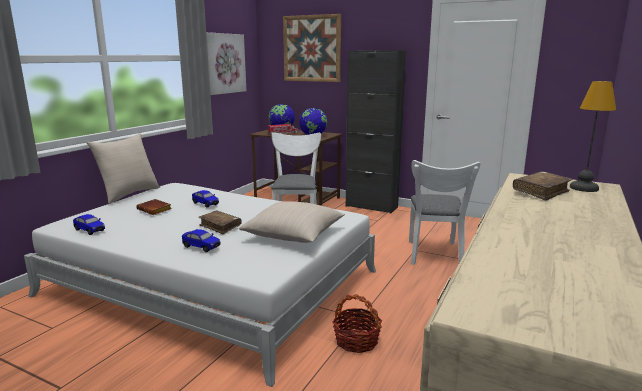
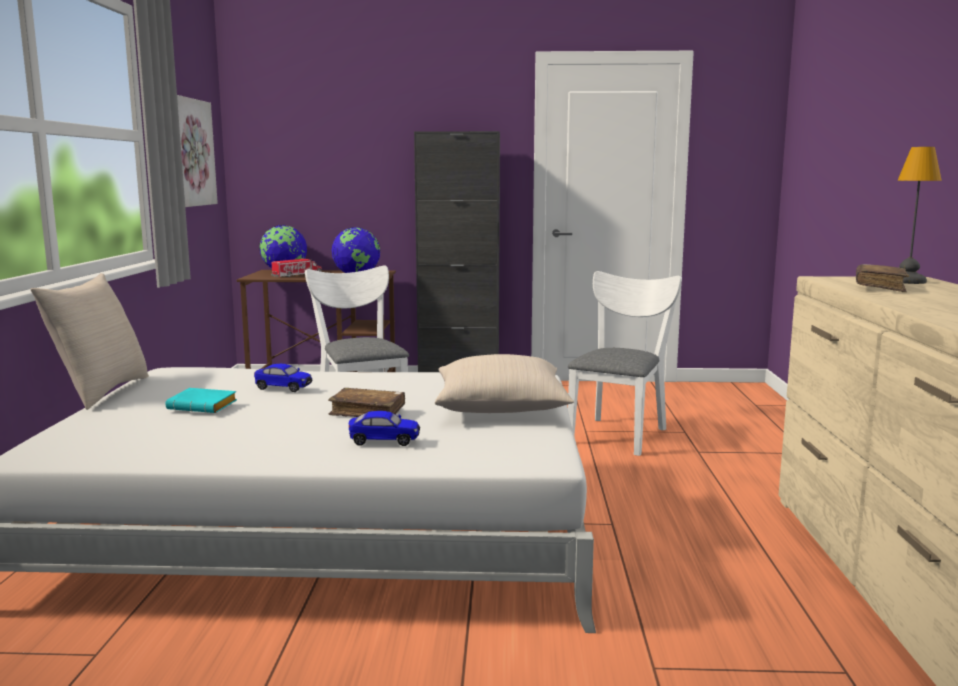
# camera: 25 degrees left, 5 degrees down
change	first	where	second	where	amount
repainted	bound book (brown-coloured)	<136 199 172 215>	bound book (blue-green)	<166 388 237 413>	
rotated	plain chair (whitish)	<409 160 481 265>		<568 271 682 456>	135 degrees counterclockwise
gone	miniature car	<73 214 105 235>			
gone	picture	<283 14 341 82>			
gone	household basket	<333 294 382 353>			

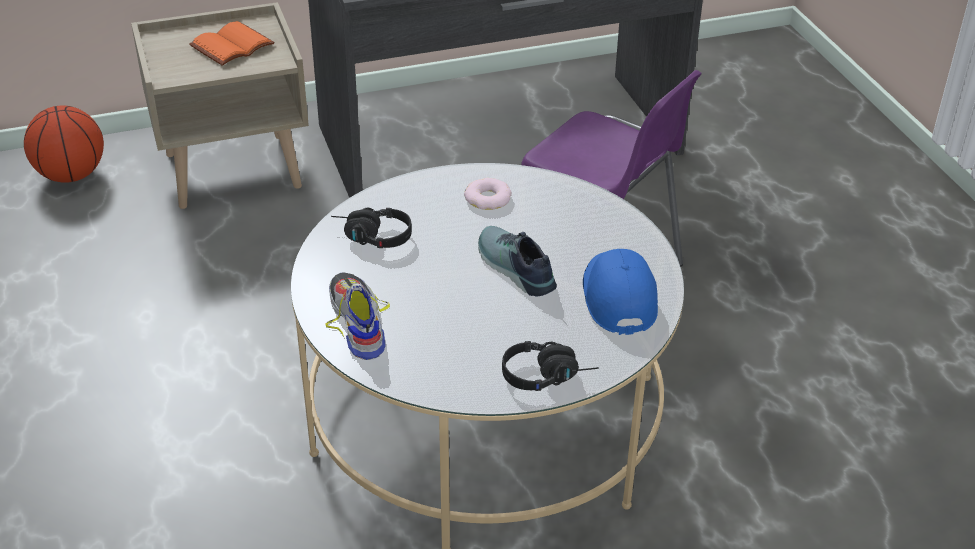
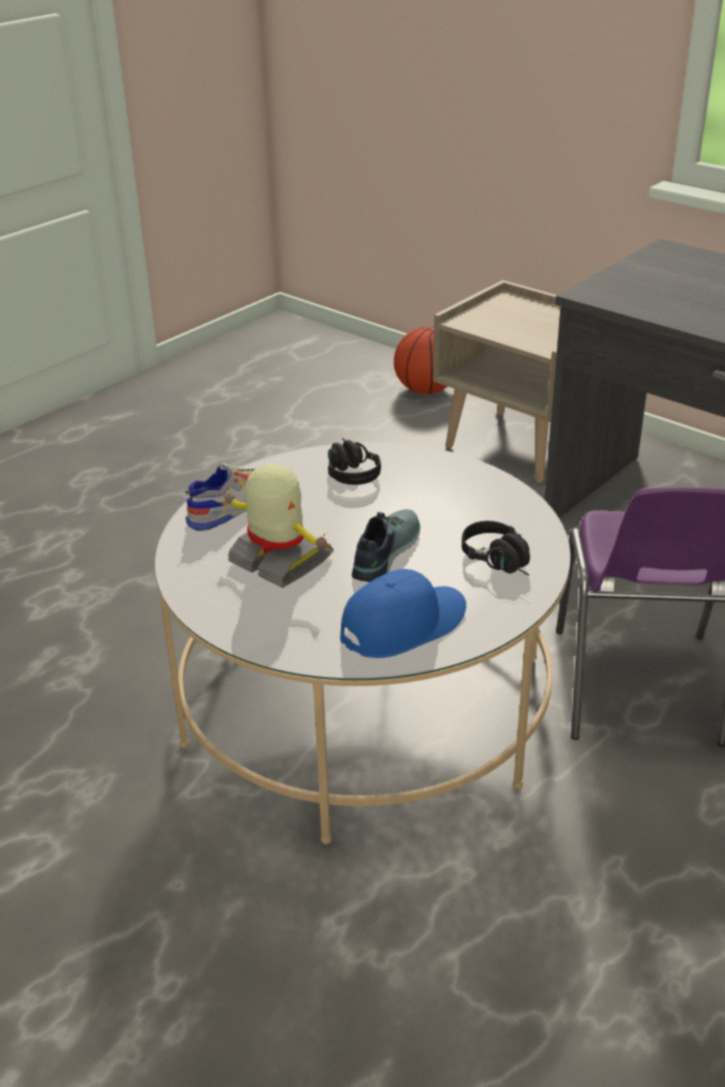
# camera: 60 degrees right, 5 degrees down
change	first	where	second	where	amount
new			robot figure	<220 463 334 588>	
shifted	headset (blackish)	<502 341 599 391>		<462 521 530 576>	
gone	bound book (orangey)	<190 21 275 66>			
gone	doughnut	<464 178 512 210>			

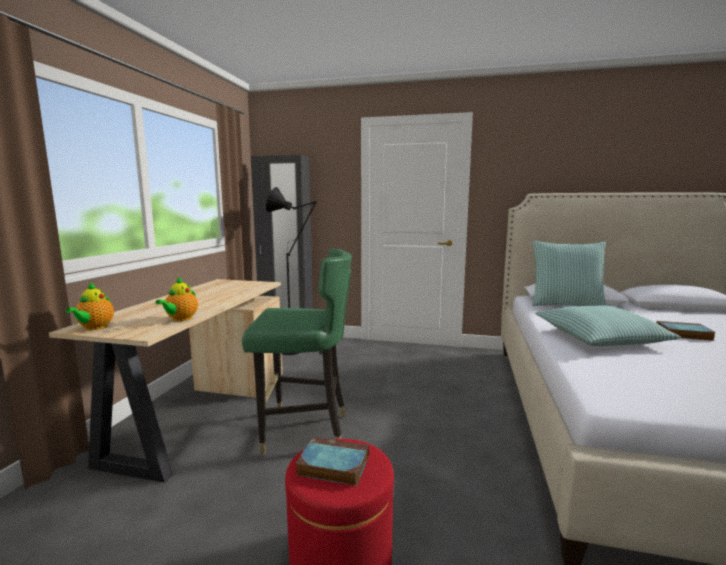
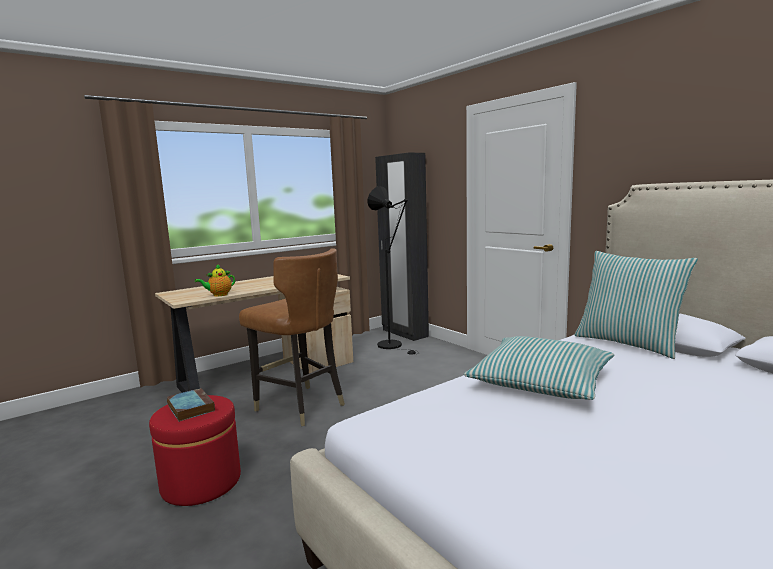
# camera: 40 degrees right, 0 degrees up
change	first	where	second	where	amount
repainted	plain chair (green-coloured)	<242 248 352 456>	plain chair (brown-coloured)	<239 248 345 426>	
gone	teapot	<65 282 114 330>			
gone	bound book	<656 321 716 341>			

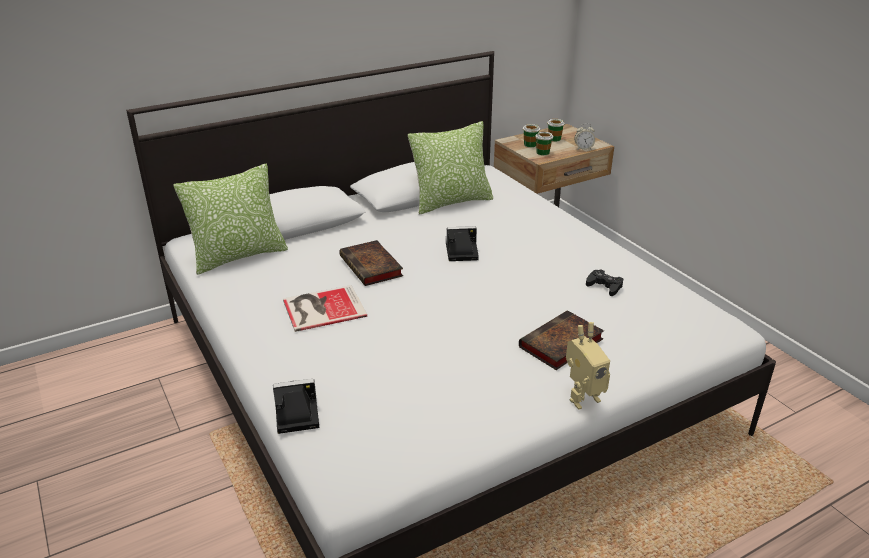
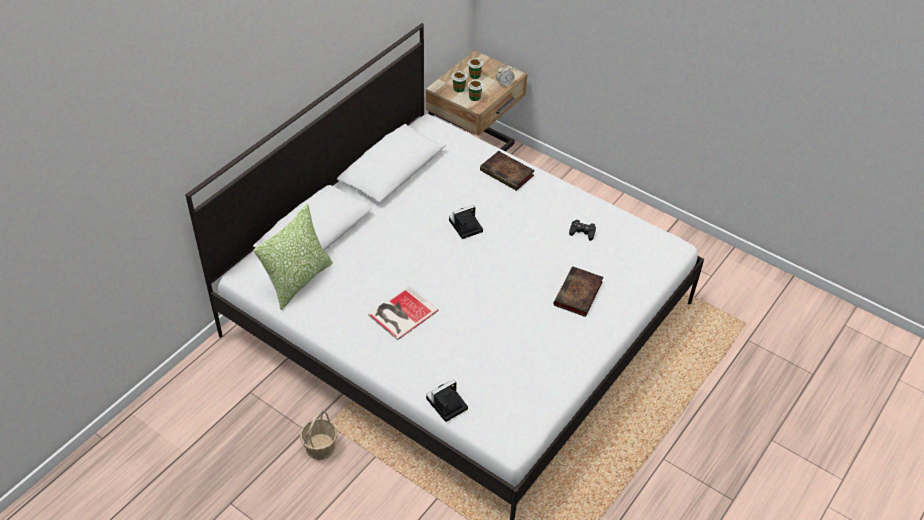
# camera: 25 degrees left, 15 degrees up
change	first	where	second	where	amount
new			household basket	<300 410 337 460>	
shifted	bound book	<339 240 403 286>		<480 151 535 191>	
gone	cushion	<408 121 493 215>			
gone	robot figure	<566 322 610 410>			

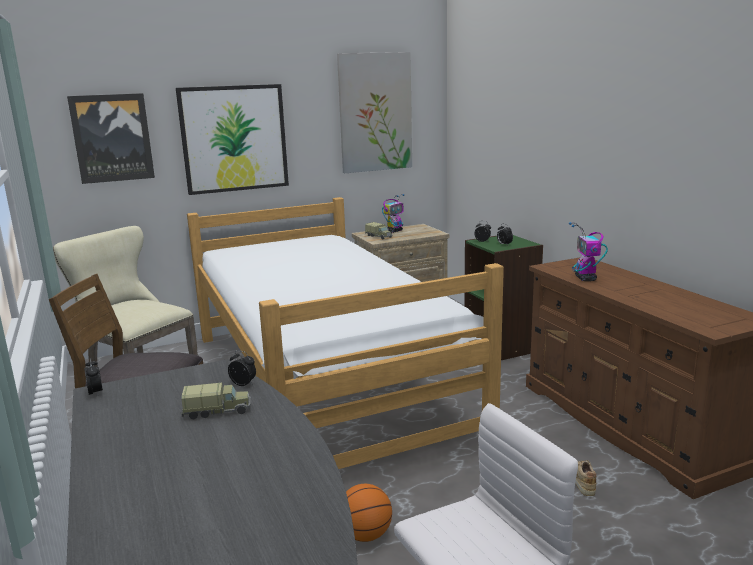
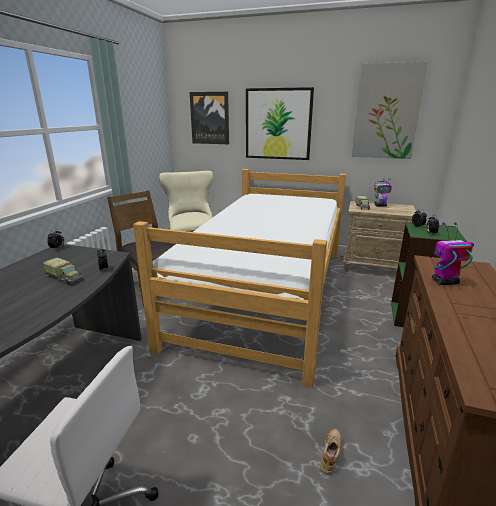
# camera: 40 degrees right, 5 degrees up
change	first	where	second	where	amount
rotated	robot figure	<569 222 608 281>		<432 222 474 285>	45 degrees clockwise
gone	basketball ball	<346 484 392 542>			

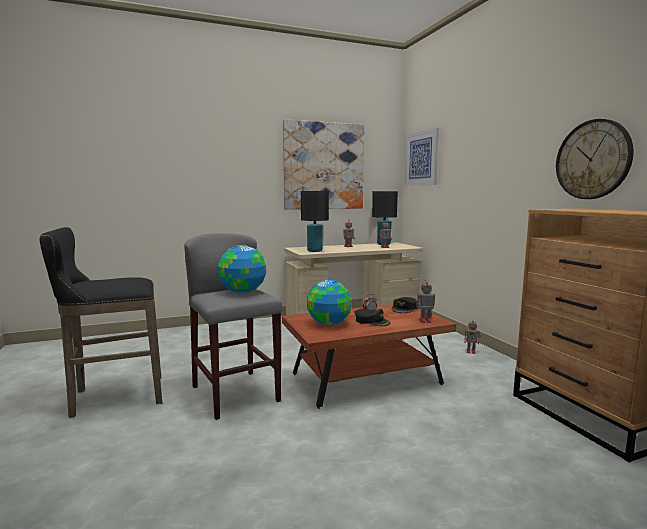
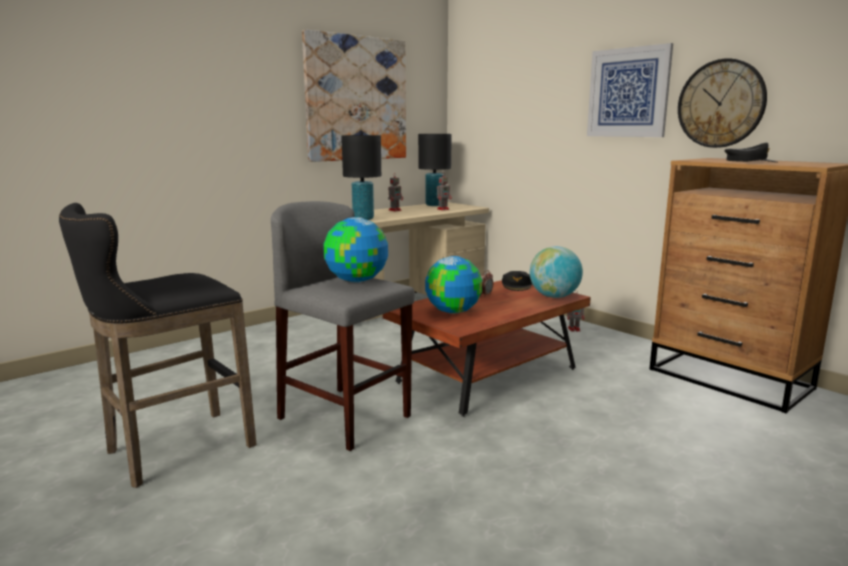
# camera: 20 degrees left, 5 degrees up
change	first	where	second	where	amount
swapped	robot figure	<416 279 435 323>	desk globe	<530 246 583 298>	
shifted	picture	<405 128 439 186>		<587 43 673 137>	
shifted	baseball cap (blackish)	<355 309 390 326>		<724 143 777 162>	

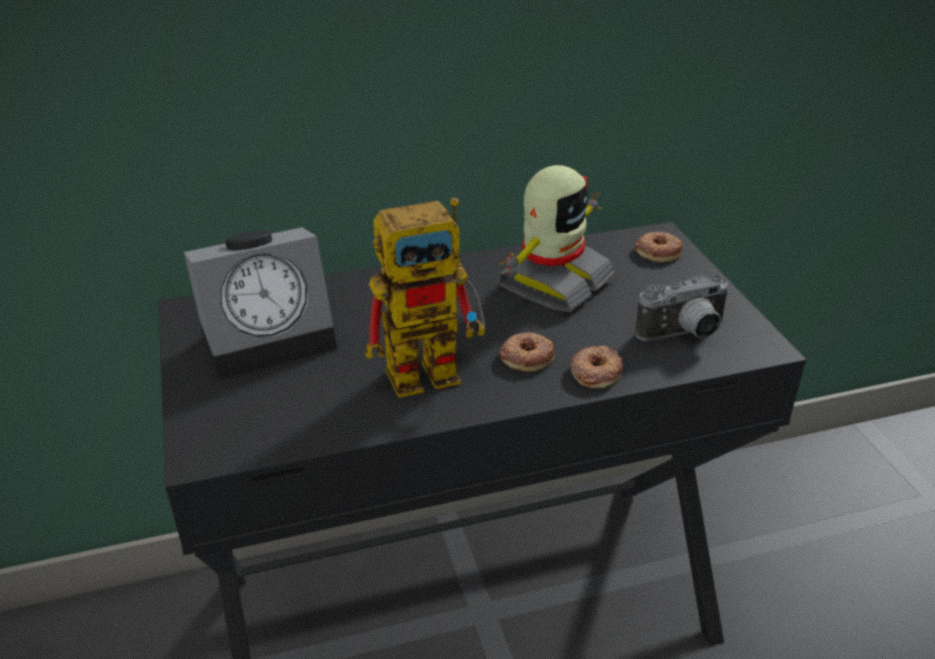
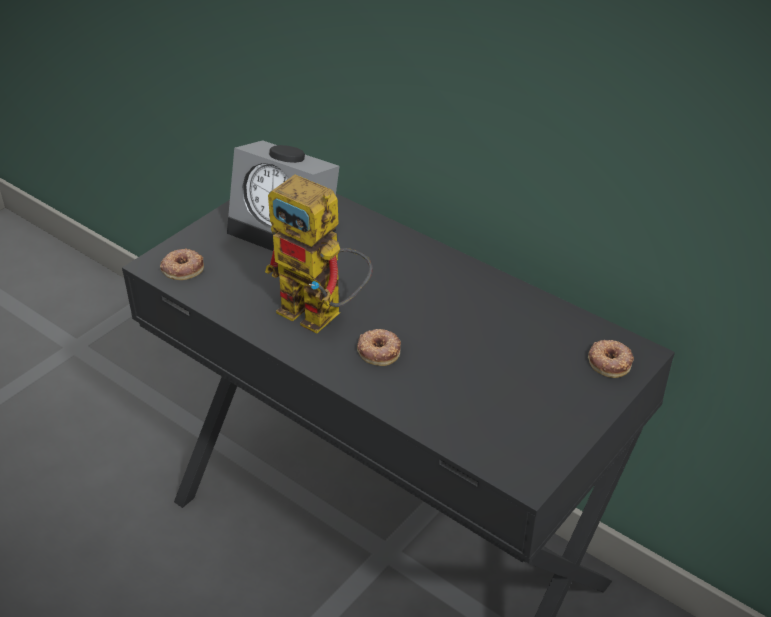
# camera: 55 degrees right, 5 degrees up
change	first	where	second	where	amount
shifted	doughnut	<571 346 623 388>		<160 248 204 280>	
gone	robot figure	<497 165 616 312>			
gone	photo camera	<635 274 730 341>			

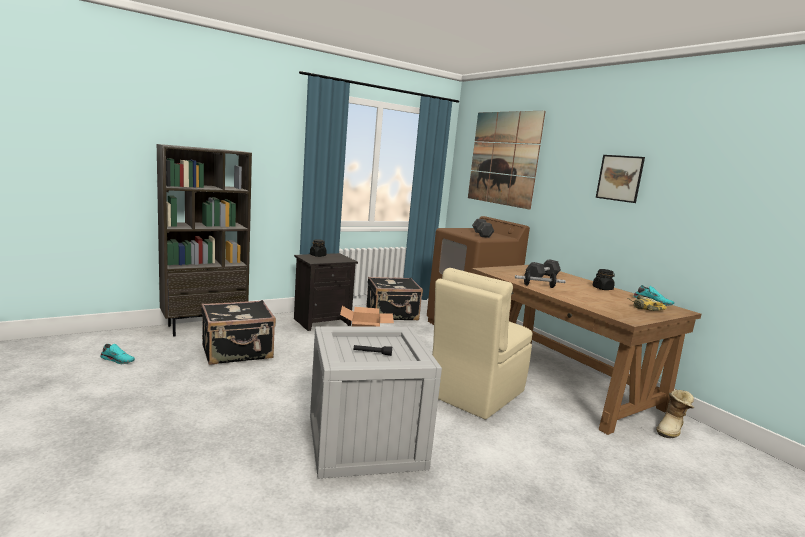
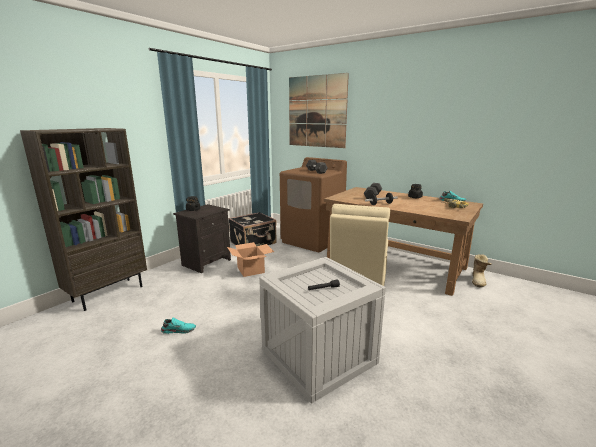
# camera: 20 degrees left, 5 degrees up
change	first	where	second	where	amount
shifted	item of footwear (blue-green)	<100 344 135 364>		<161 318 196 334>	
gone	suitcase (blackish)	<201 300 276 365>			
gone	picture	<596 155 645 203>			

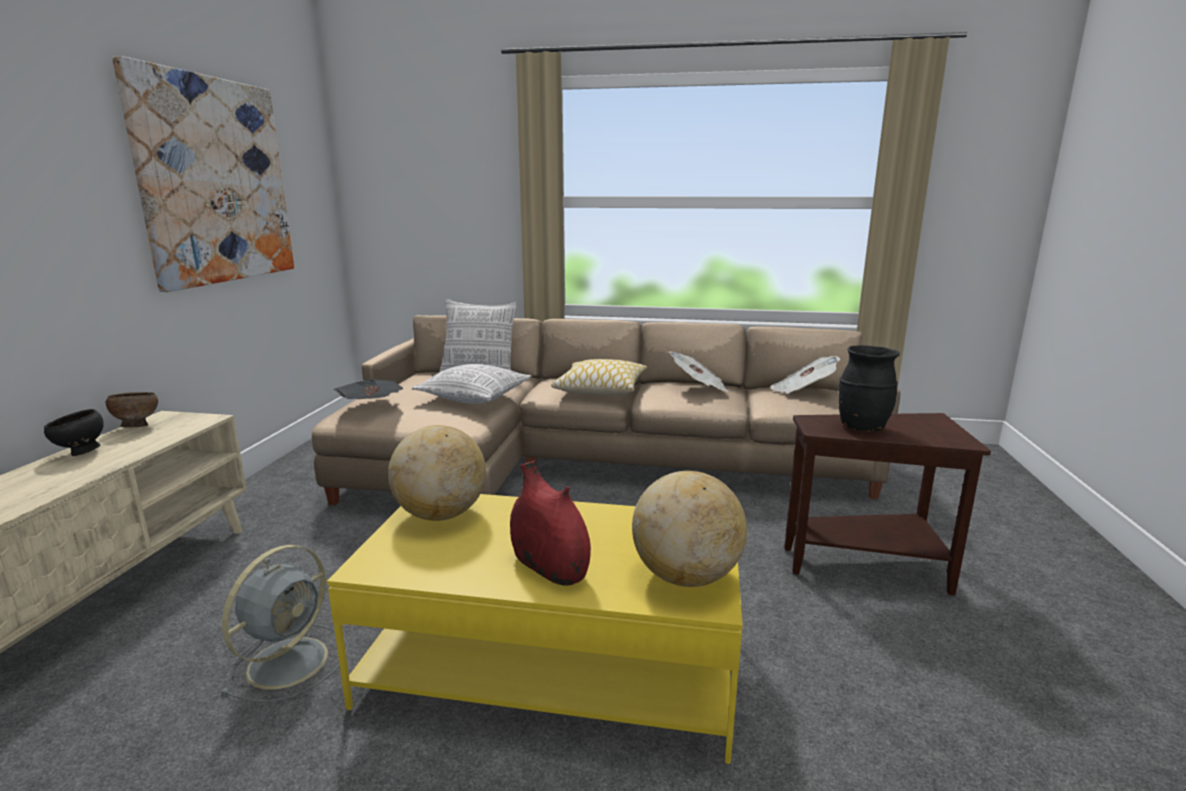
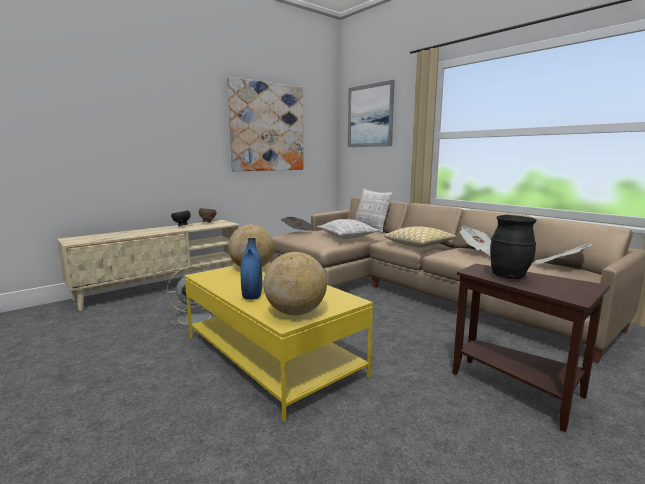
# camera: 40 degrees right, 5 degrees down
change	first	where	second	where	amount
repainted	vase (red-coloured)	<510 461 591 586>	vase (blue)	<241 238 262 300>	
new			picture	<348 80 395 147>	

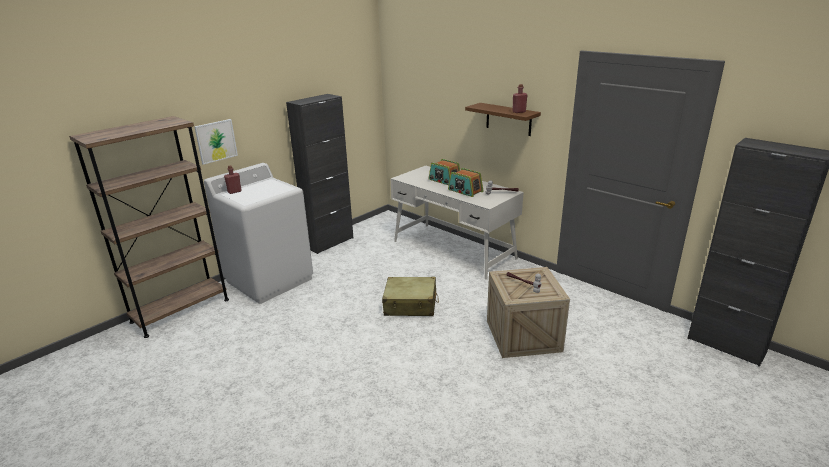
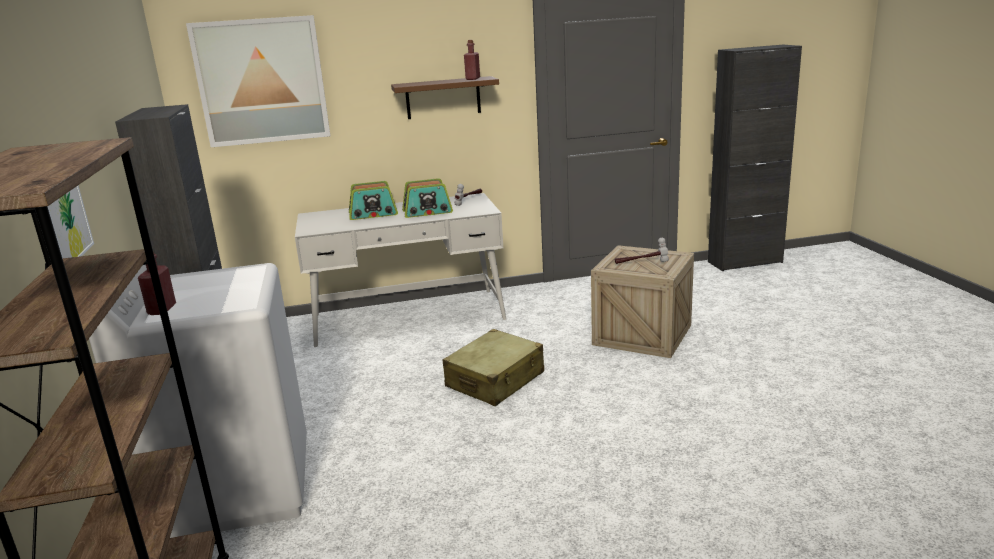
# camera: 55 degrees left, 5 degrees down
change	first	where	second	where	amount
new			picture	<186 15 330 147>	

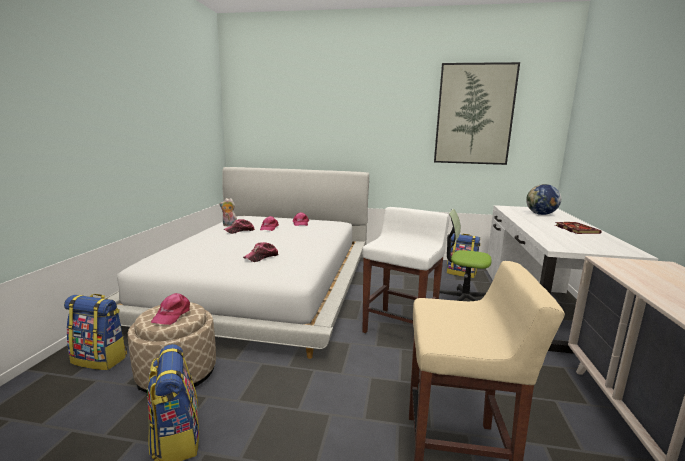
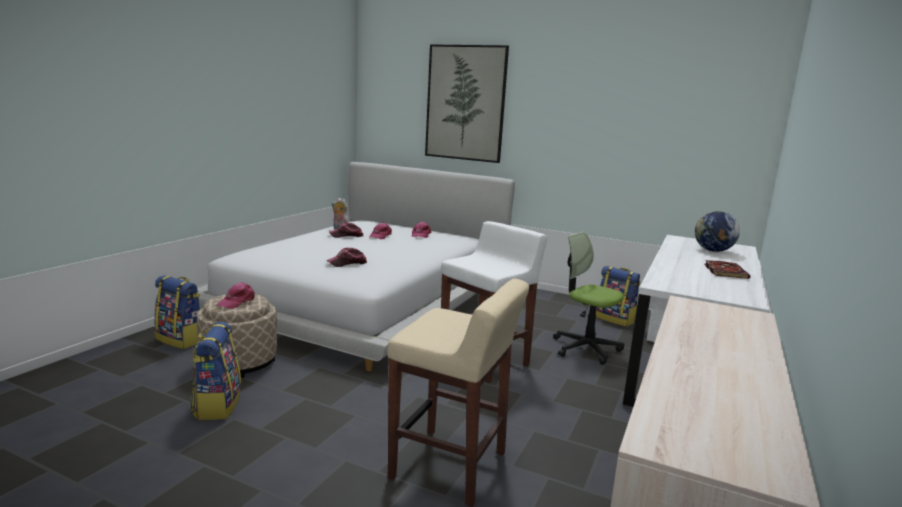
# camera: 15 degrees right, 0 degrees up
change	first	where	second	where	amount
shifted	picture	<434 62 520 165>		<425 44 509 163>	

